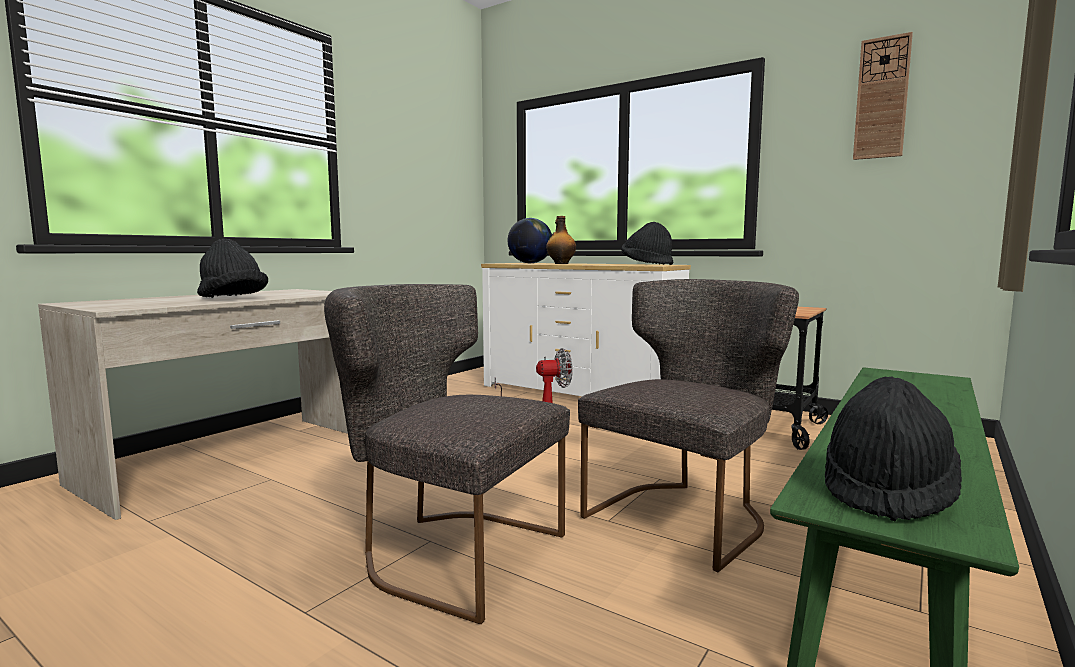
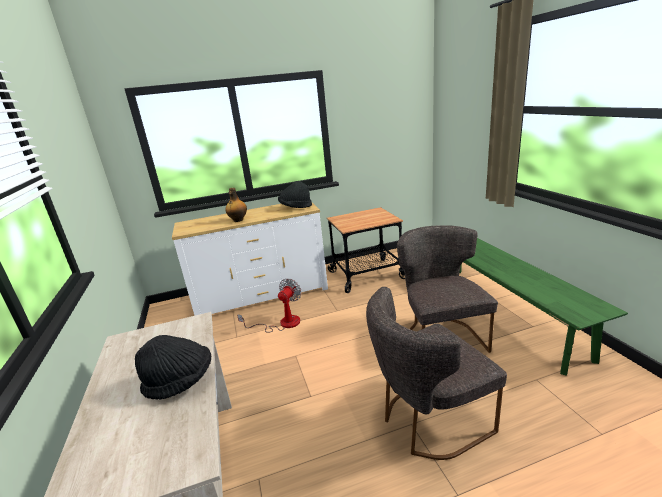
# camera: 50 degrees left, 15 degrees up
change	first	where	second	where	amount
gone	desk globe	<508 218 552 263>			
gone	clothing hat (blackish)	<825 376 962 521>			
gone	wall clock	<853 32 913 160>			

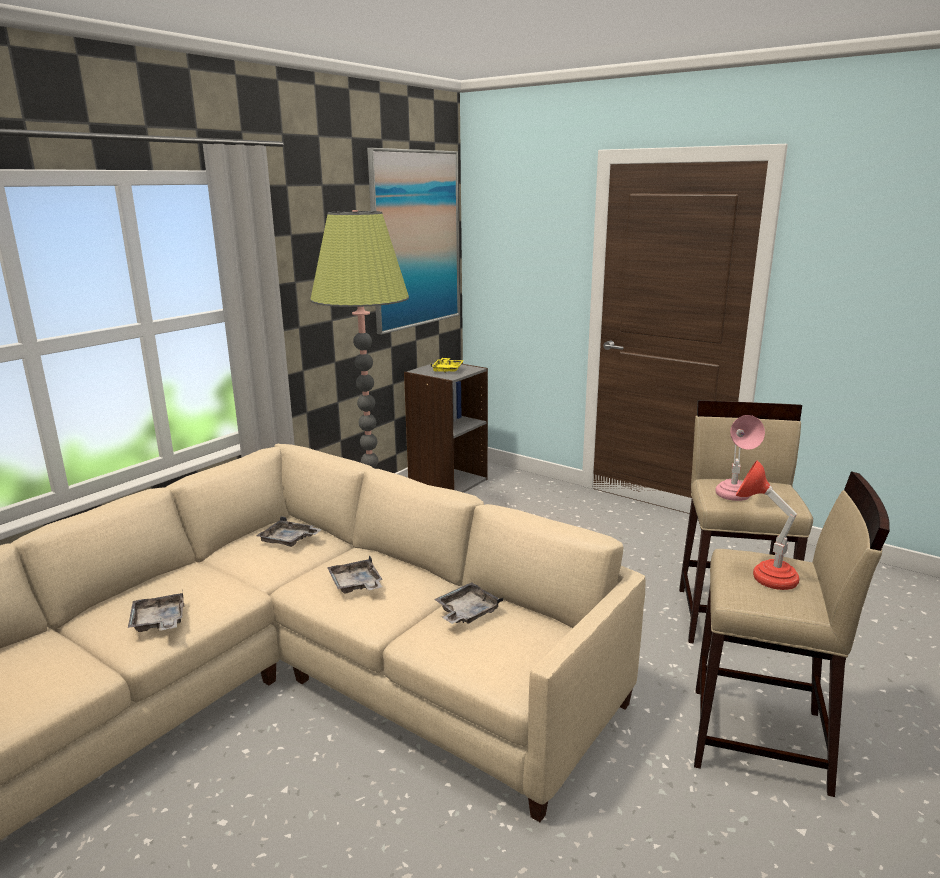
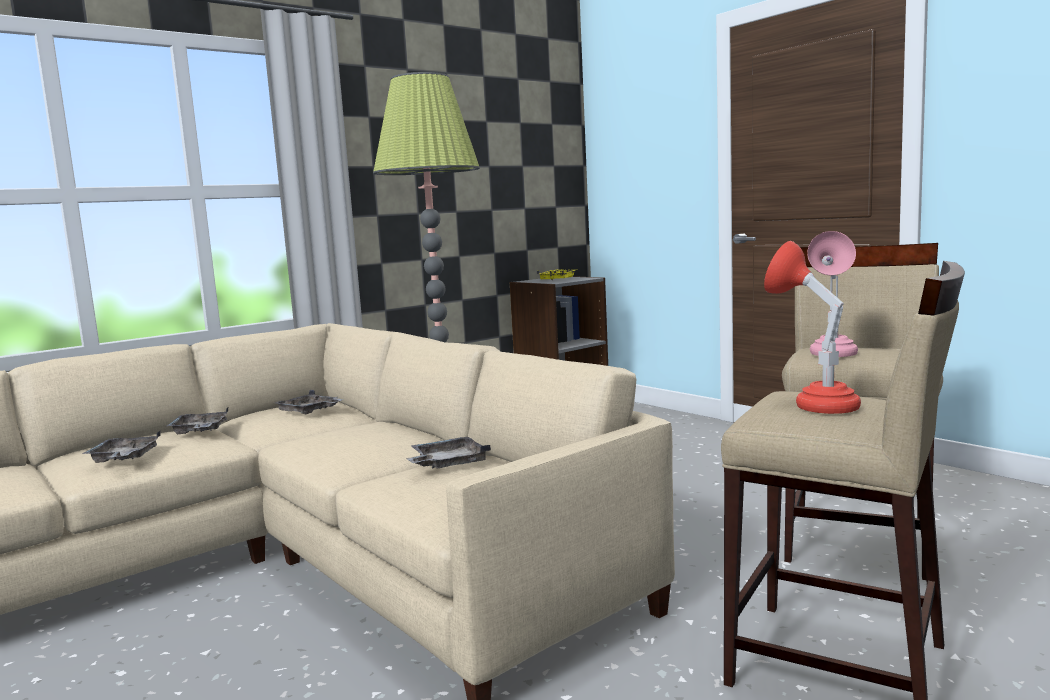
# camera: 15 degrees right, 10 degrees down
change	first	where	second	where	amount
shifted	tray (grey)	<327 556 383 593>		<167 407 228 434>	
gone	picture	<367 148 460 335>			

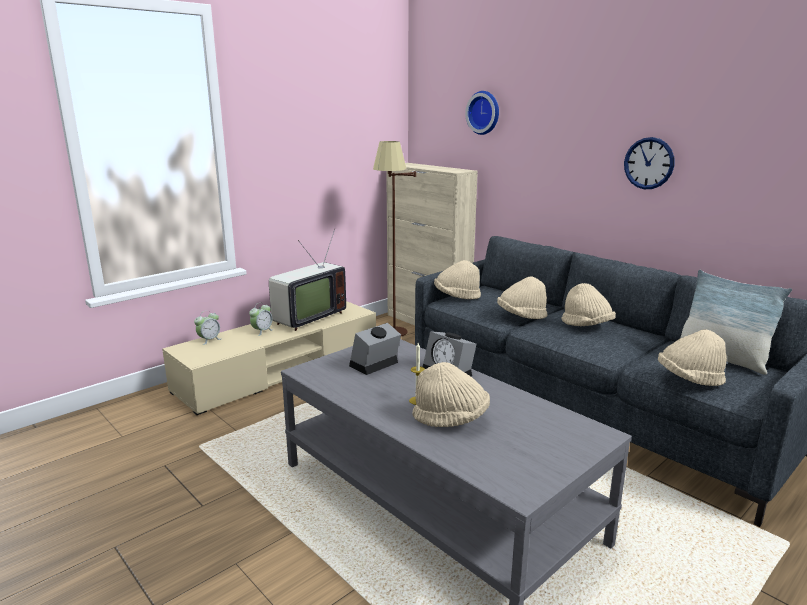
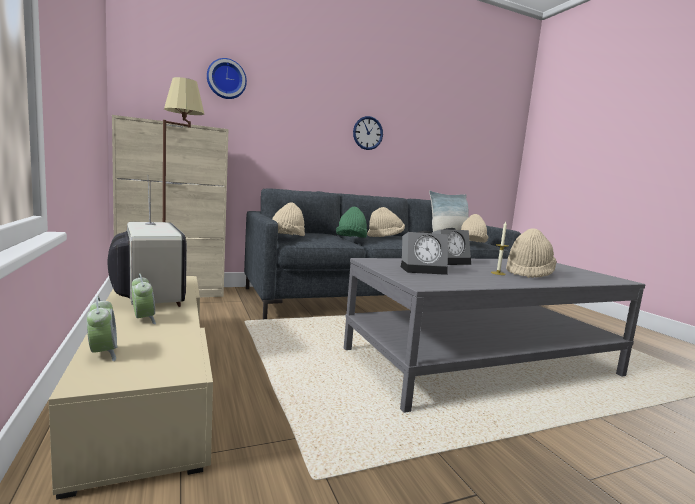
# camera: 70 degrees left, 10 degrees down
change	first	where	second	where	amount
repainted	clothing hat (beige-coloured)	<497 276 548 319>	clothing hat (green-coloured)	<336 207 367 238>	
rotated	bedside clock	<349 323 401 375>		<401 231 448 275>	75 degrees counterclockwise

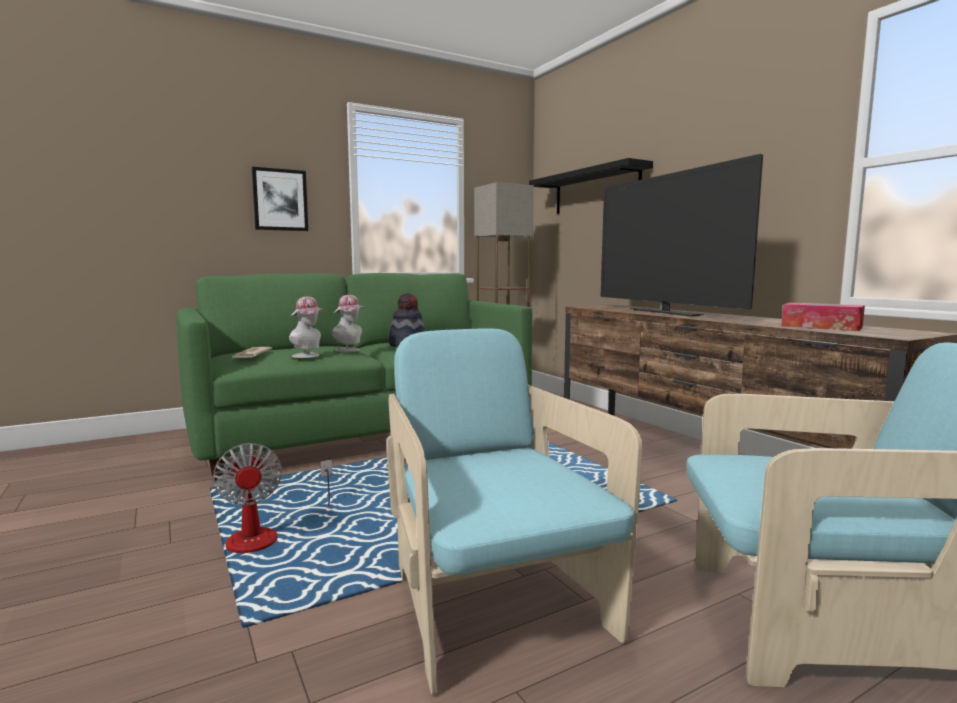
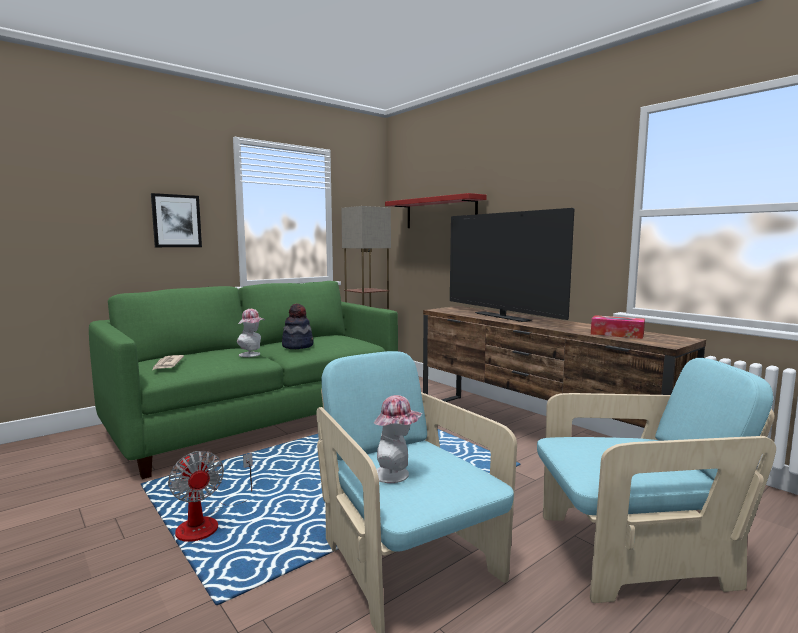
# camera: 10 degrees left, 0 degrees up
change	first	where	second	where	amount
shifted	clothing hat	<289 296 325 358>		<374 395 422 483>	
repainted	wall shelf (blackish)	<529 158 653 214>	wall shelf (red-coloured)	<385 193 487 228>	

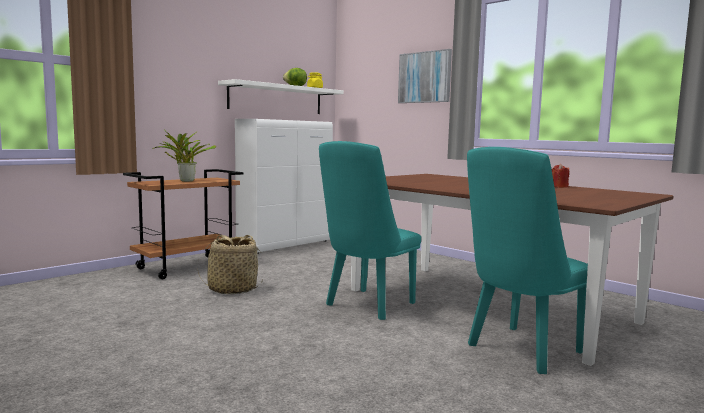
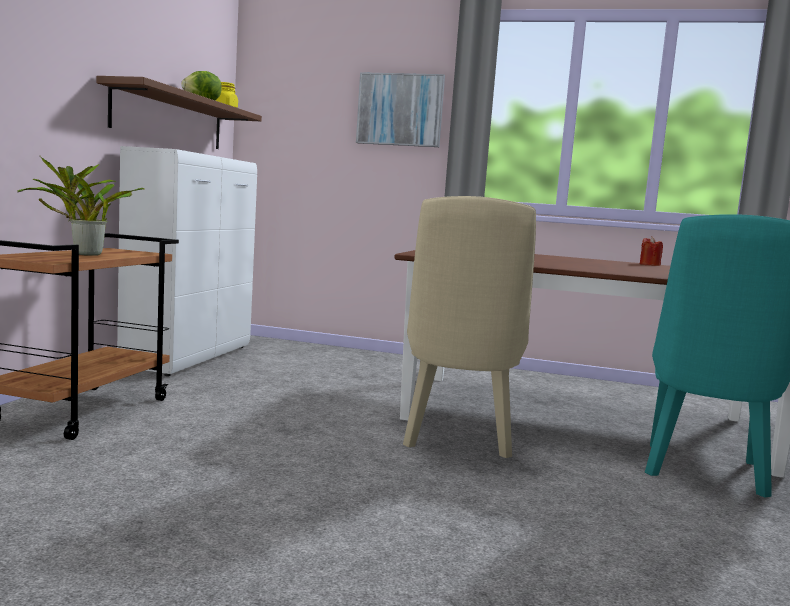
# camera: 30 degrees left, 0 degrees up
change	first	where	second	where	amount
repainted	wall shelf (whitish)	<218 79 344 114>	wall shelf (brown-coloured)	<96 76 262 149>	
repainted	plain chair (blue-green)	<319 141 421 320>	plain chair (beige-coloured)	<403 196 536 458>	
gone	household basket	<197 235 263 294>			

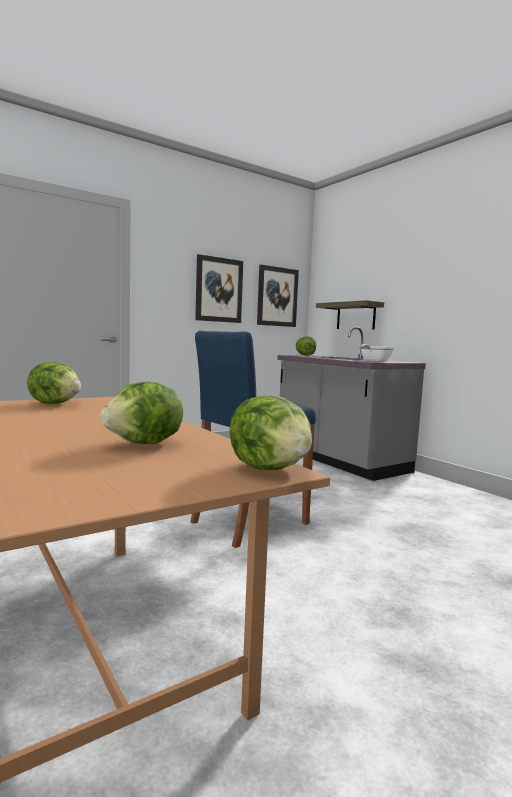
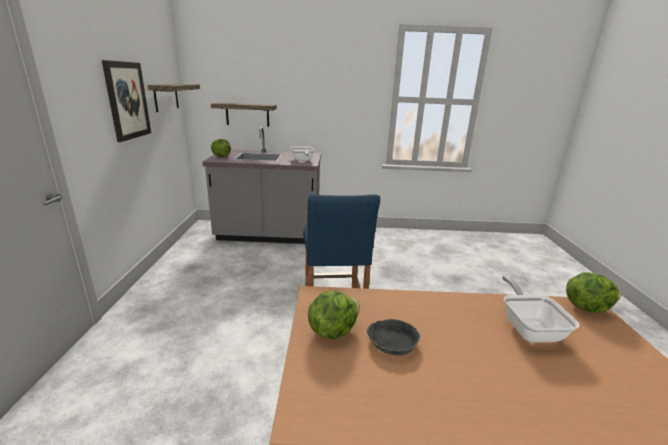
# camera: 55 degrees left, 15 degrees up
change	first	where	second	where	amount
swapped	picture	<257 265 299 327>	wall shelf	<148 84 200 112>	
new			bowl (grey)	<367 319 420 356>	
swapped	lettuce	<100 382 183 444>	pan	<502 276 579 343>	

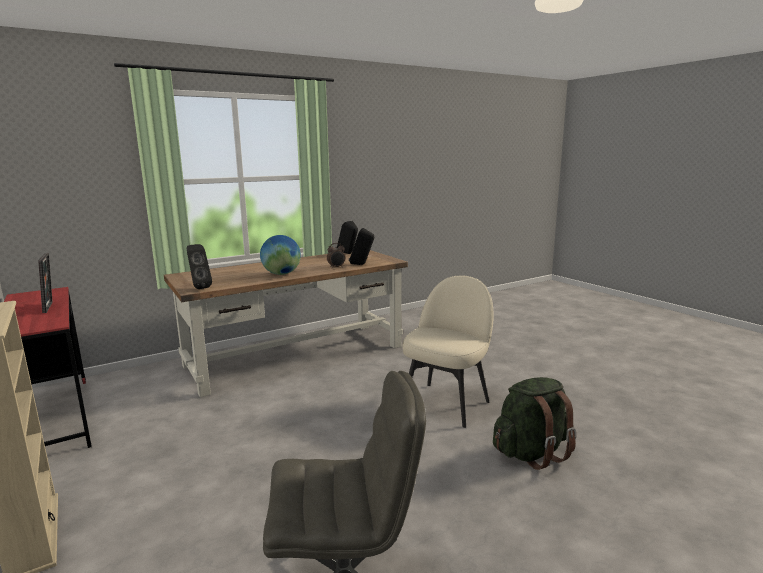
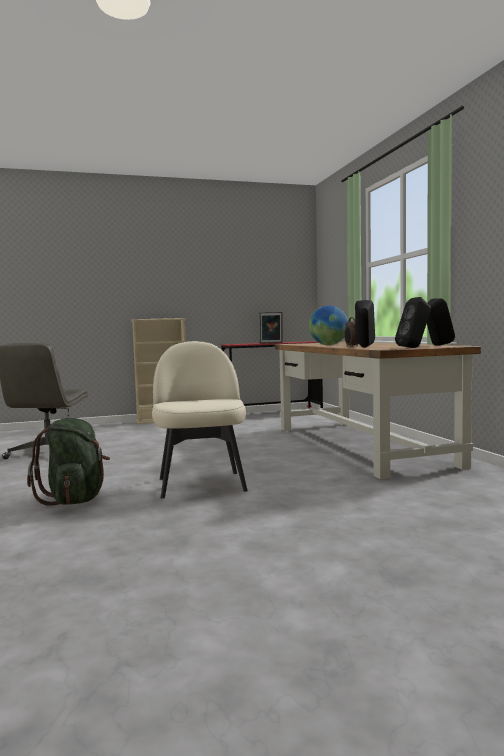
# camera: 105 degrees right, 10 degrees down
change	first	where	second	where	amount
rotated	plain chair (beige-coloured)	<402 276 494 428>		<152 341 248 499>	150 degrees counterclockwise
shifted	audio speaker (blackish)	<187 244 212 289>		<395 297 431 348>	

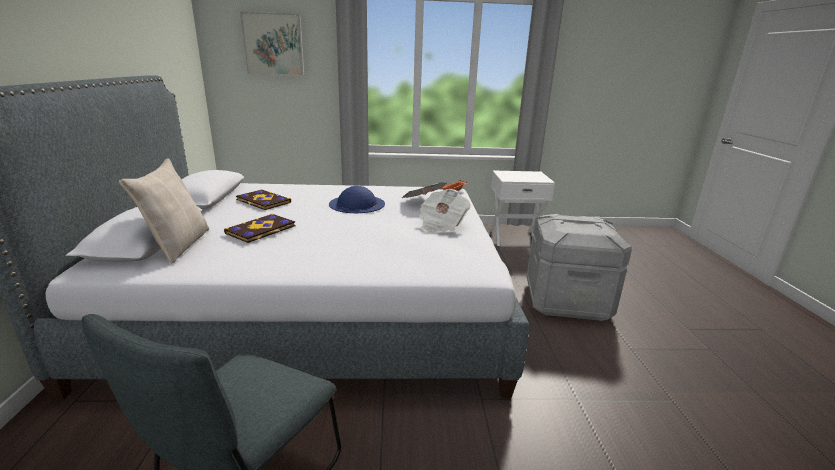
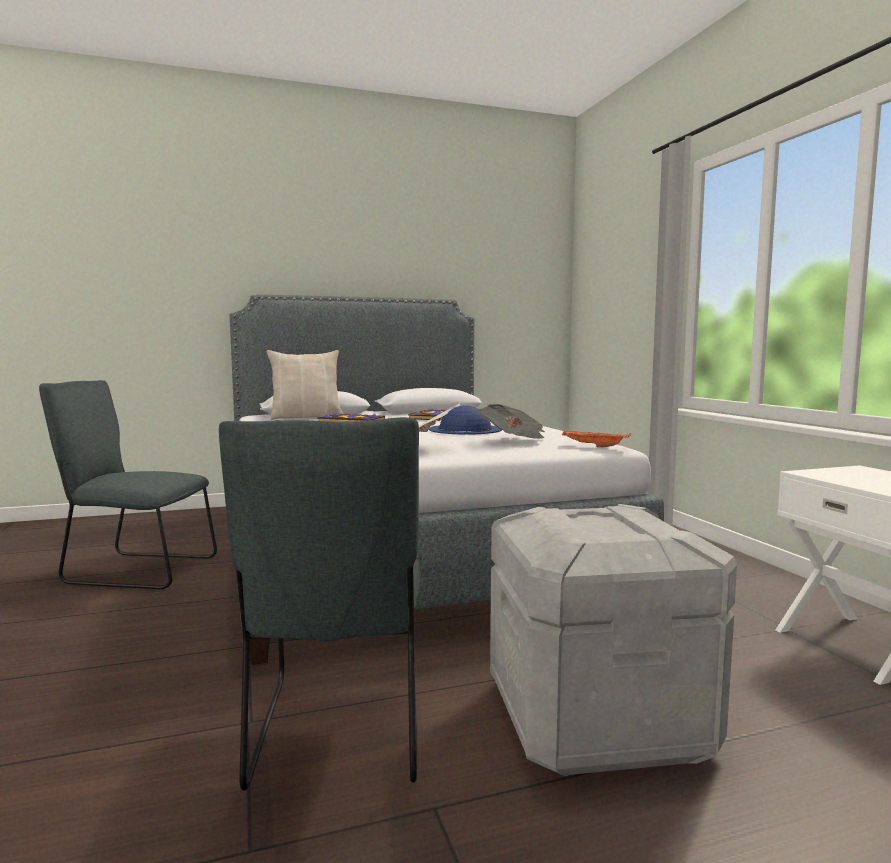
# camera: 75 degrees right, 15 degrees down
change	first	where	second	where	amount
new			plain chair (grey)	<219 417 421 791>	
gone	picture	<240 12 304 76>			

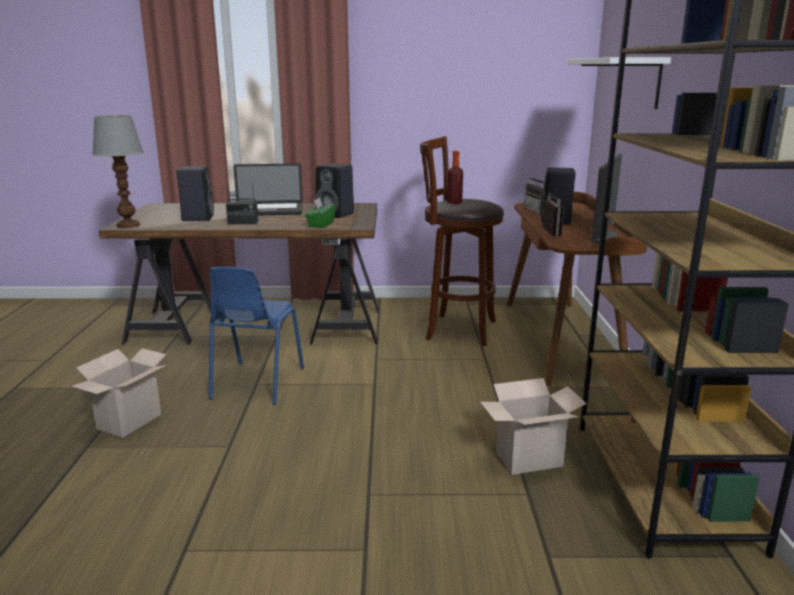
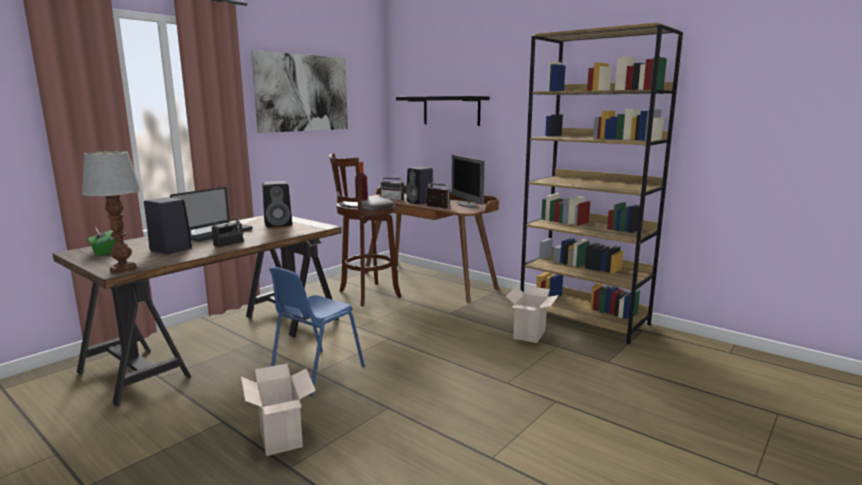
# camera: 50 degrees left, 5 degrees down
change	first	where	second	where	amount
shifted	tissue box (green-coloured)	<305 197 336 228>		<88 226 115 256>	
new			picture	<251 50 348 133>	
rotated	plain chair (blue)	<209 267 304 405>		<269 267 365 396>	75 degrees clockwise
repainted	wall shelf (whitish)	<567 57 671 109>	wall shelf (blackish)	<396 96 490 126>	

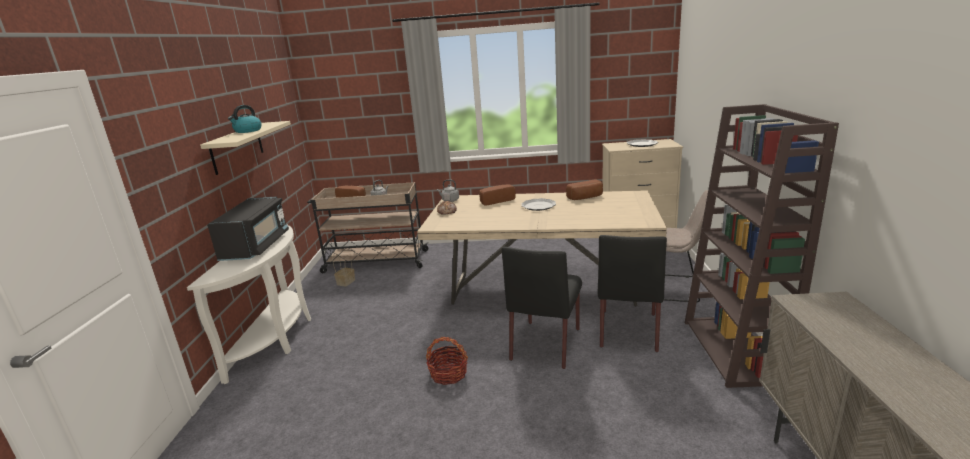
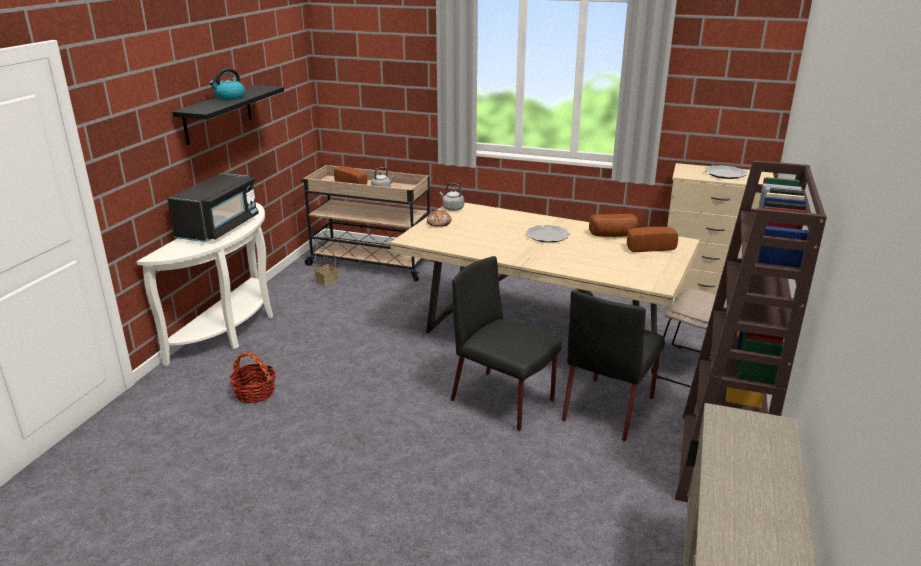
# camera: 15 degrees right, 5 degrees up
change	first	where	second	where	amount
repainted	wall shelf (beige-coloured)	<200 121 291 175>	wall shelf (blackish)	<172 85 284 145>	
shifted	household basket	<426 337 468 385>		<229 352 276 403>	
rotated	plain chair (blackish)	<502 247 582 369>		<451 256 562 431>	90 degrees clockwise
shifted	baked bread	<479 184 516 205>		<627 227 678 252>	

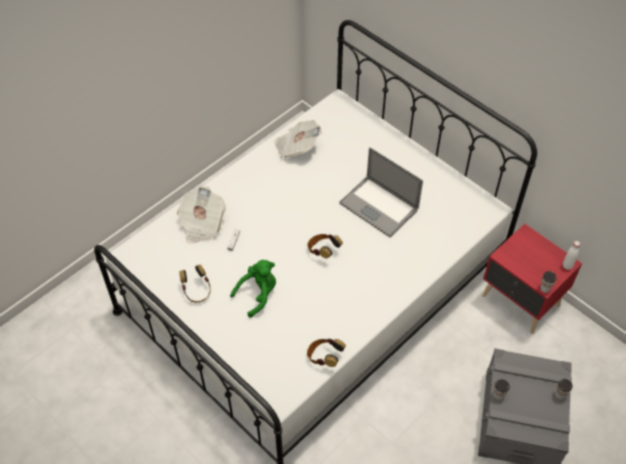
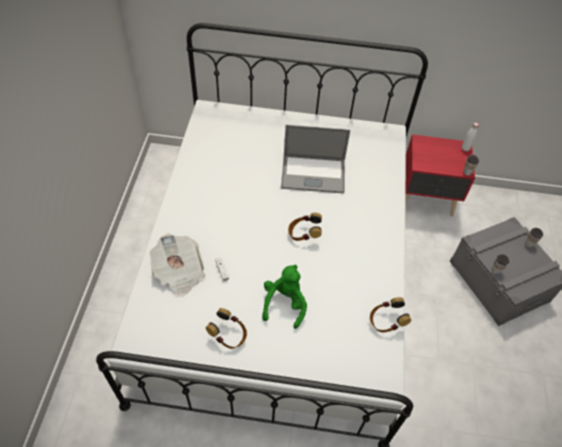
# camera: 40 degrees left, 0 degrees up
change	first	where	second	where	amount
gone	daily paper	<274 120 322 158>			

